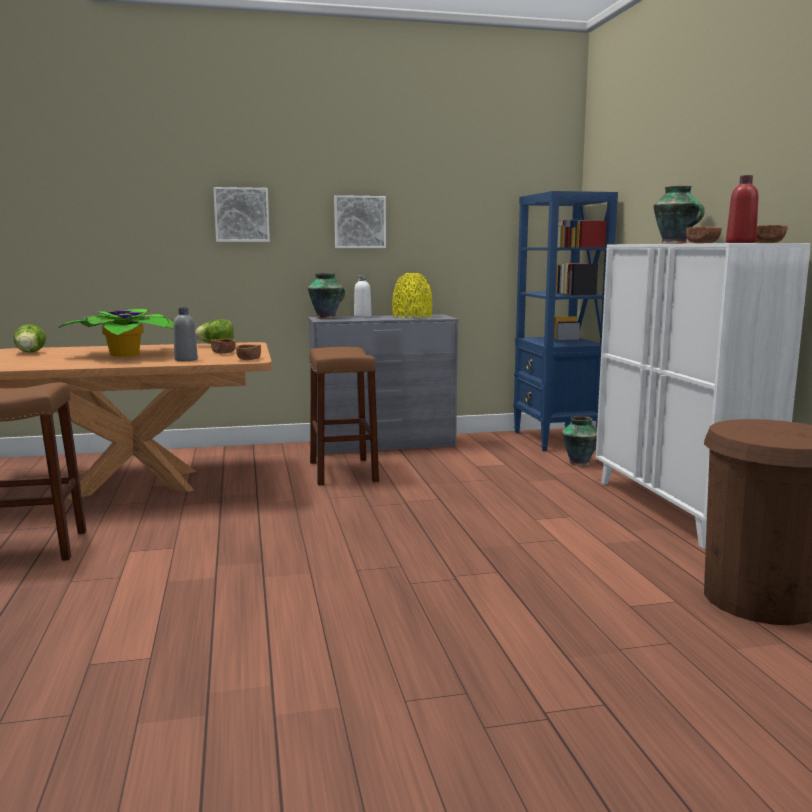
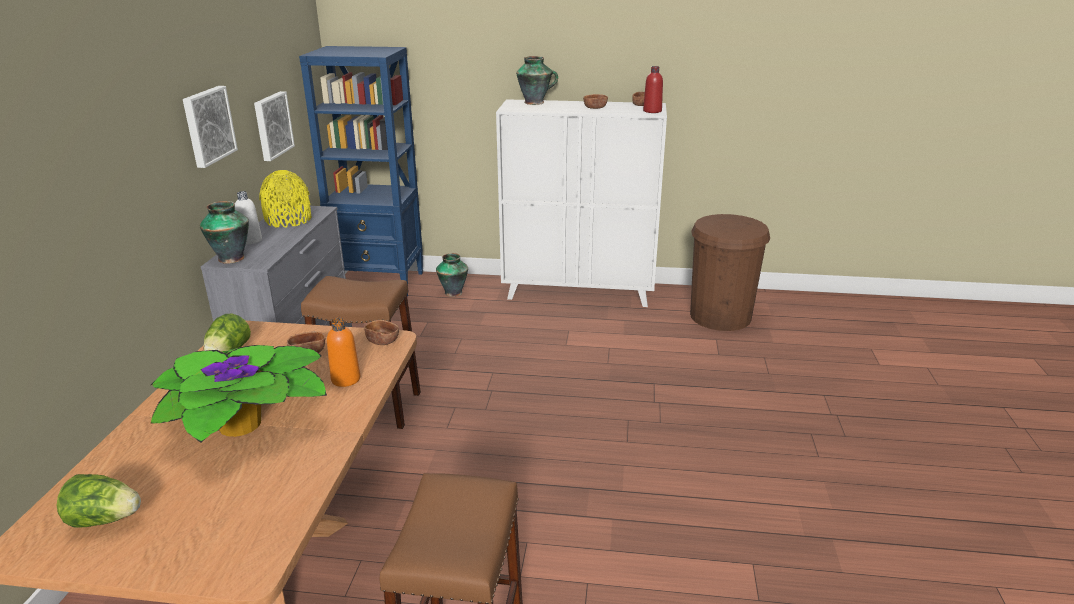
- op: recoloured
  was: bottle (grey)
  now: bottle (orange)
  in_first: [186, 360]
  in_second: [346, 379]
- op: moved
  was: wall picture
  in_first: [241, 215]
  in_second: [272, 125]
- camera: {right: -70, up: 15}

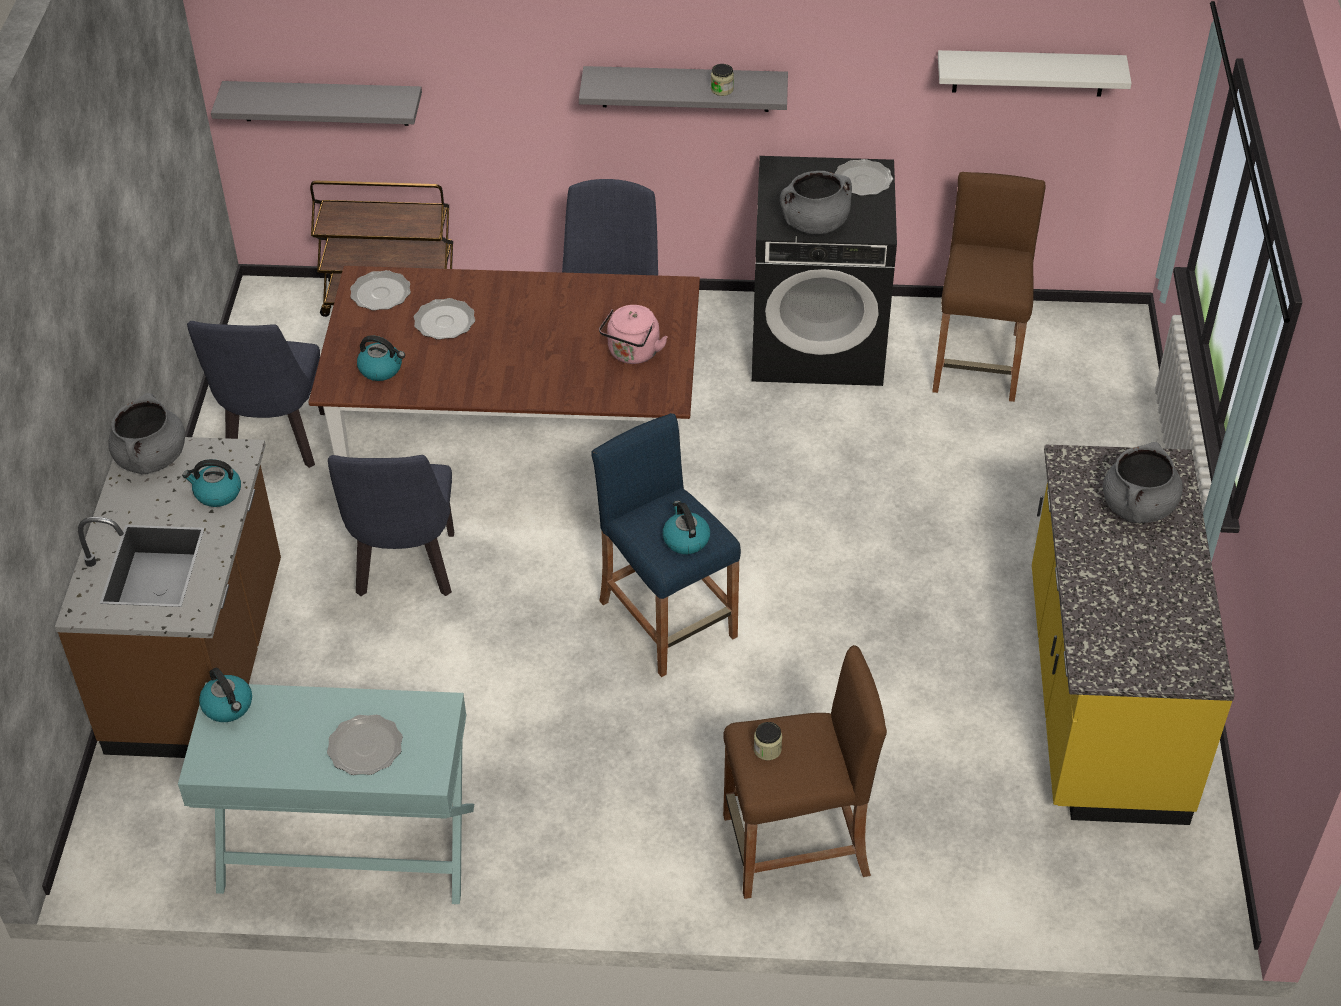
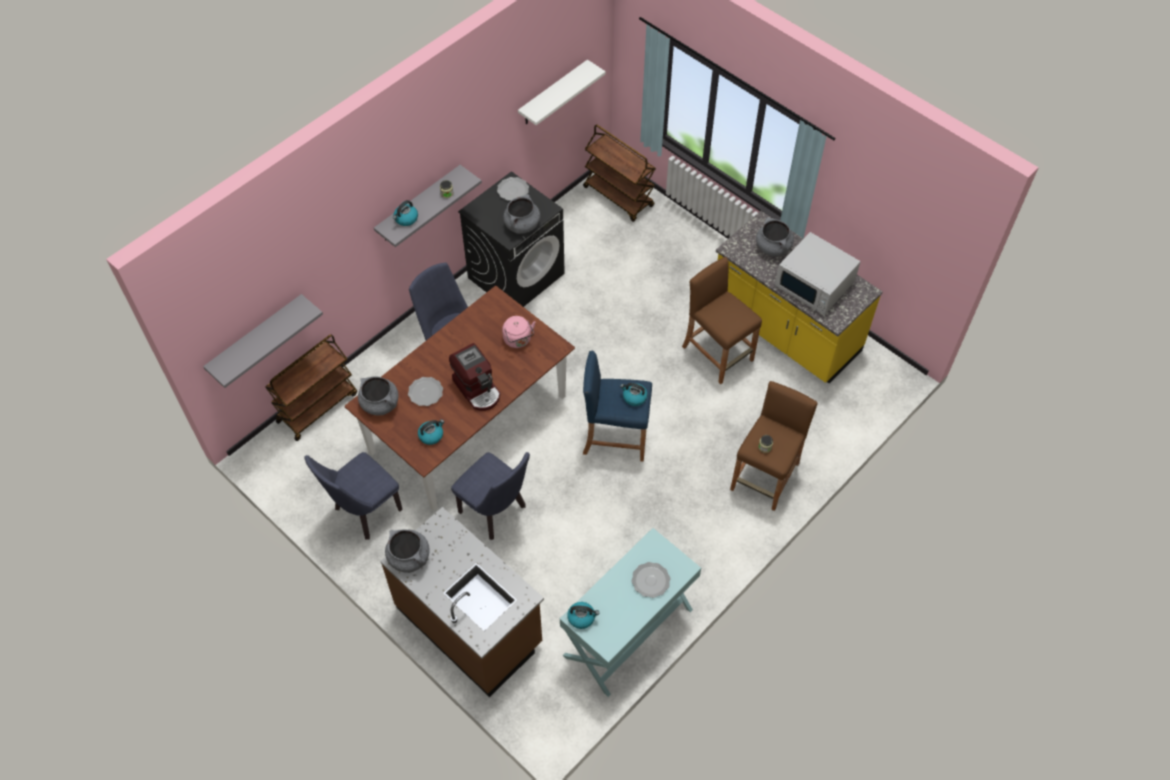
- op: moved
  was: tea kettle
  in_first: [217, 493]
  in_second: [406, 219]
- op: turned
  was: plain chair (blue-coloured)
  in_first: [276, 444]
  in_second: [364, 513]
  clockwise: 90
- op: replaced
  was: plate
  now: saucepot (grey)
  in_first: [381, 293]
  in_second: [380, 404]
- op: moved
  was: stool (brownish)
  in_first: [977, 362]
  in_second: [717, 353]
- op: added
  now: coffee maker
  in_second: [478, 389]
- op: added
  now: trolley (brownish)
  in_second: [619, 197]
- op: added
  now: kitchen microwave (white)
  in_second: [814, 285]
- camera: {right: -50, up: 10}

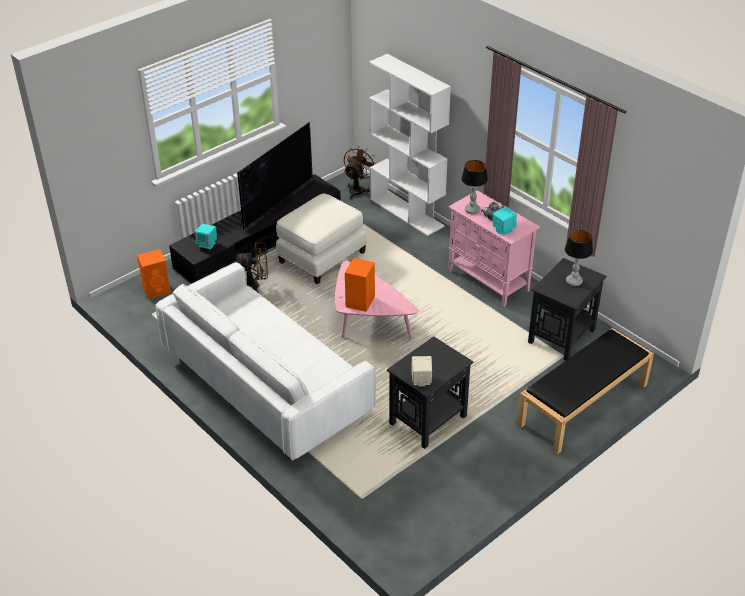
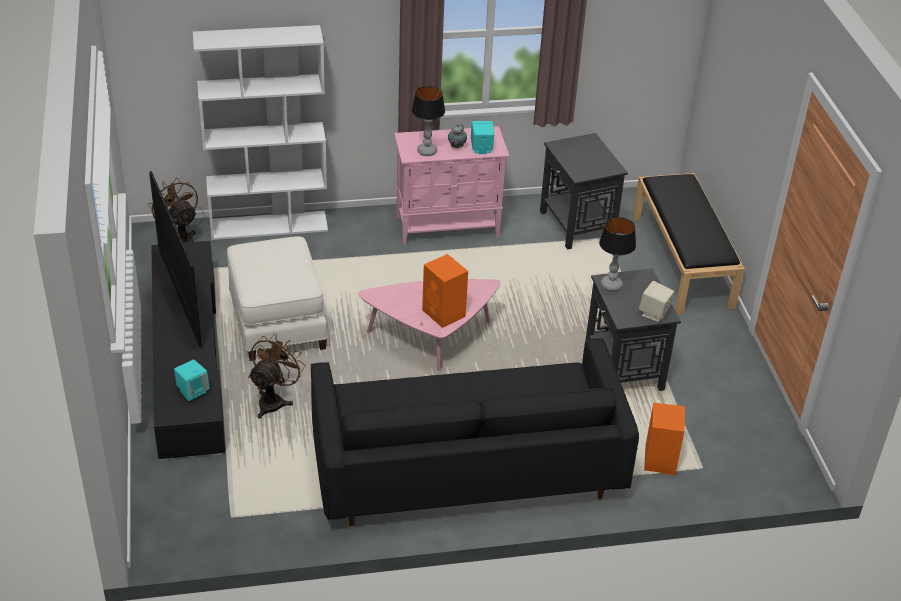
- op: moved
  was: loudspeaker (orange)
  in_first: [157, 289]
  in_second: [660, 459]
- op: recoloured
  was: couch (white)
  now: couch (black-coloured)
  in_first: [267, 386]
  in_second: [466, 467]
- op: moved
  was: tabletop lamp
  in_first: [573, 281]
  in_second: [611, 285]
- camera: {right: -60, up: 0}

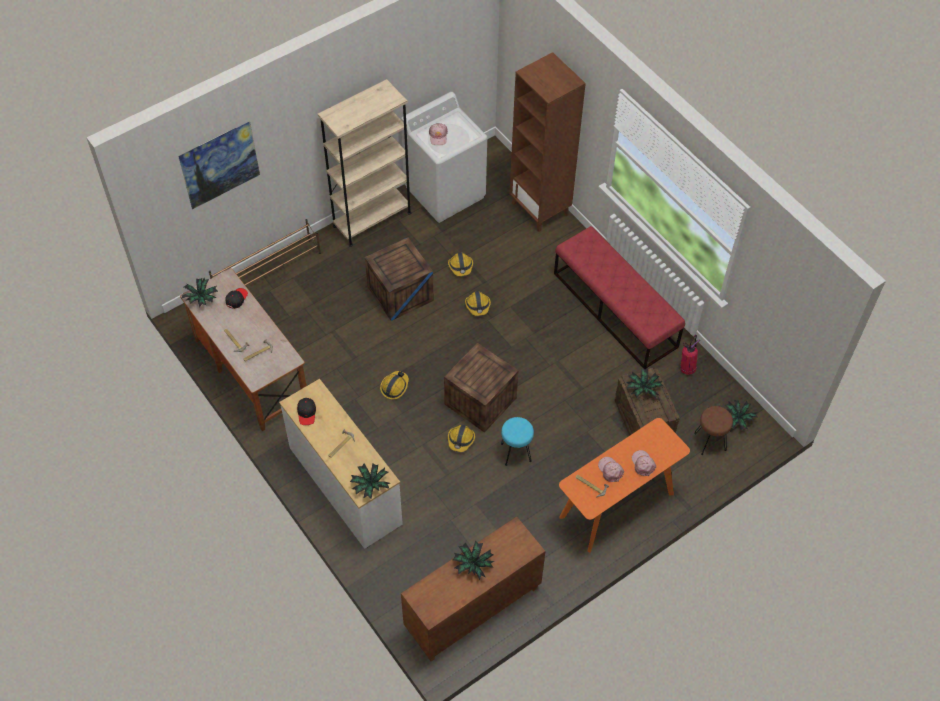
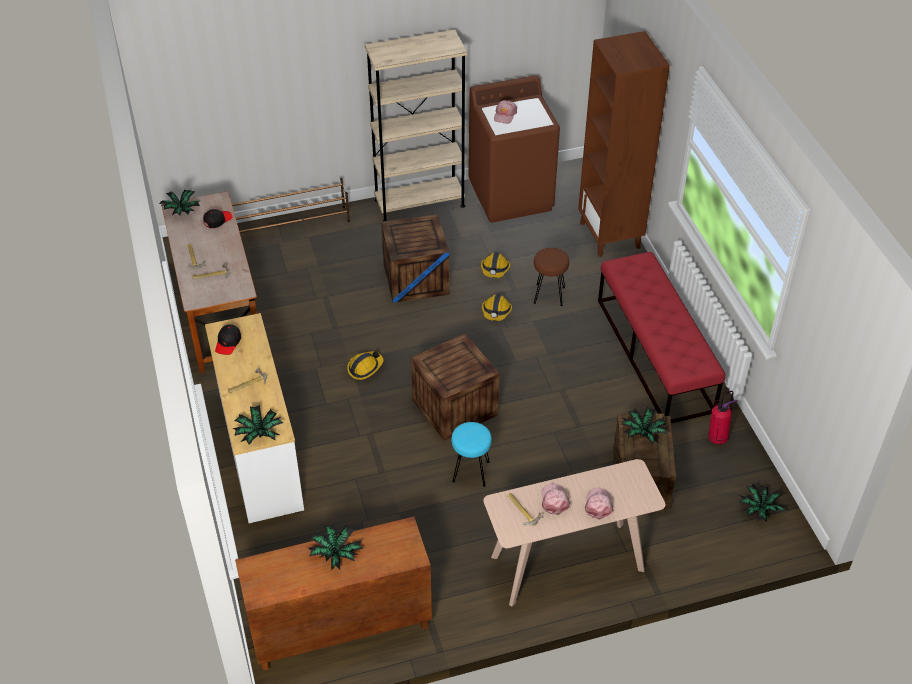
- op: removed
  was: wall picture
  in_first: [223, 179]
- op: recoloured
  was: laundry appliance (white)
  now: laundry appliance (brownish)
  in_first: [445, 192]
  in_second: [511, 195]
- op: removed
  was: safety helmet
  in_first: [461, 440]
- op: recoloured
  was: narrow table (orange)
  now: narrow table (beige-coloured)
  in_first: [617, 506]
  in_second: [567, 564]
- op: moved
  was: stool (brownish)
  in_first: [709, 441]
  in_second: [548, 295]
- camera: {right: 20, up: -10}

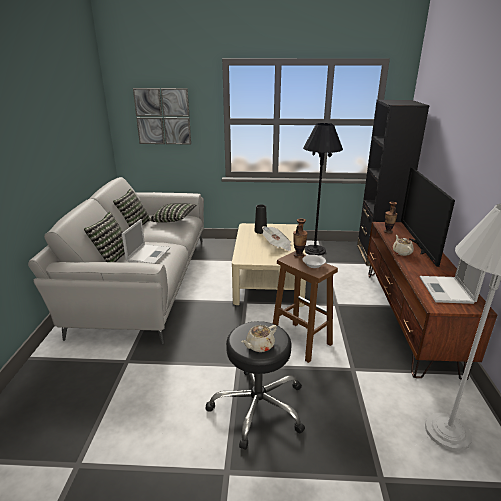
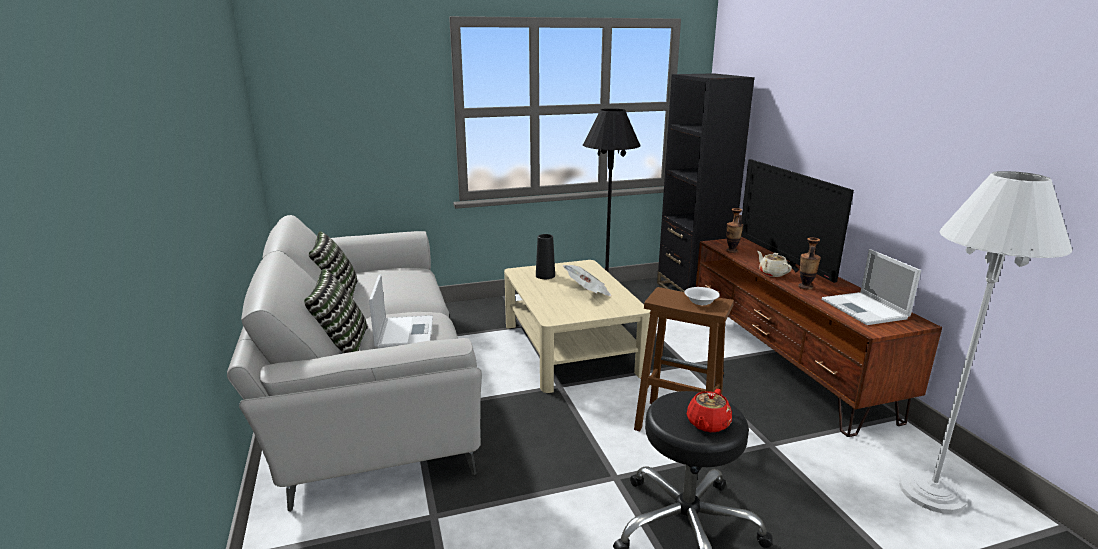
- op: removed
  was: wall picture
  in_first: [163, 116]
- op: removed
  was: pillow
  in_first: [173, 220]
- op: recoloured
  was: tea pot (beige-coloured)
  now: tea pot (red-coloured)
  in_first: [259, 346]
  in_second: [707, 424]
- op: moved
  was: decorative vase
  in_first: [299, 255]
  in_second: [805, 287]
- camera: {right: -20, up: -5}

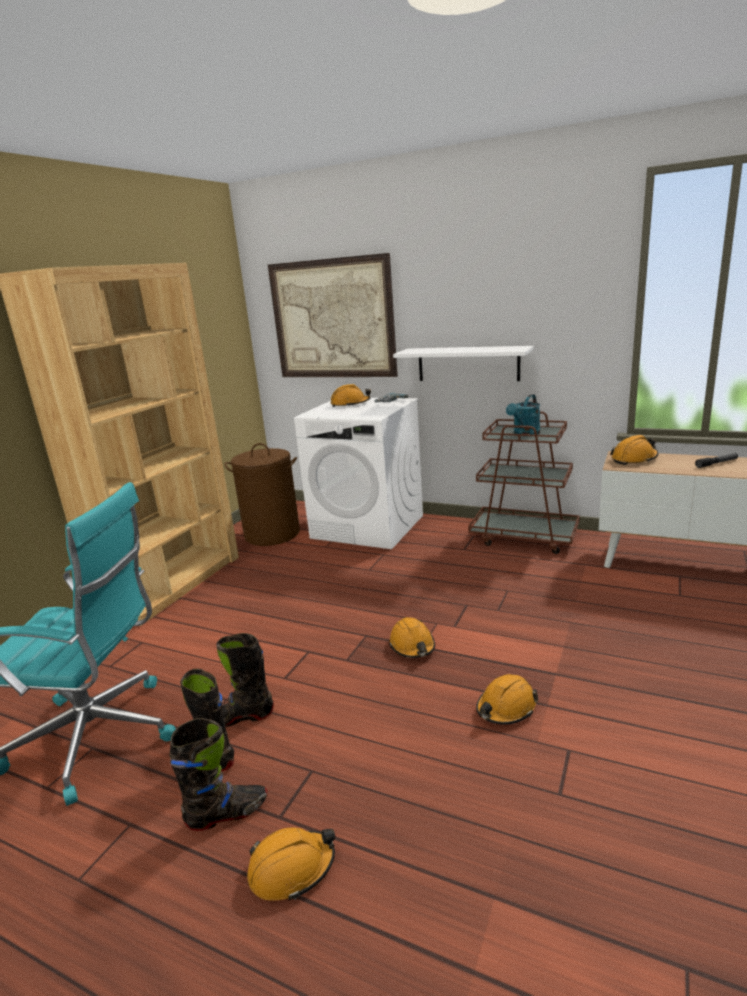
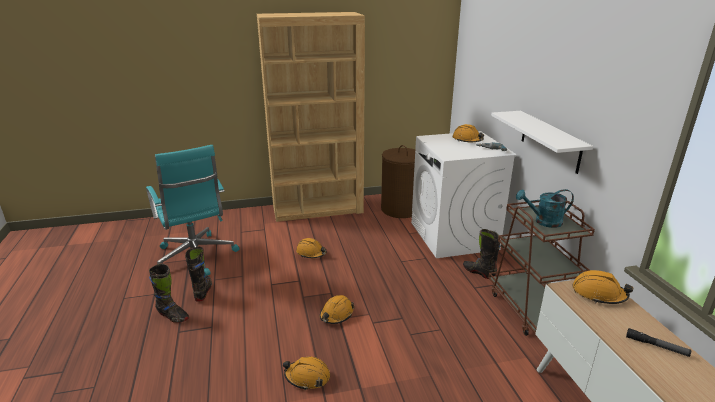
- op: moved
  was: high-top boot (black-coloured)
  in_first: [240, 717]
  in_second: [479, 272]
- op: moved
  was: safety helmet (orange)
  in_first: [292, 869]
  in_second: [311, 253]
- op: removed
  was: wall picture
  in_first: [332, 319]
- camera: {right: 50, up: 5}

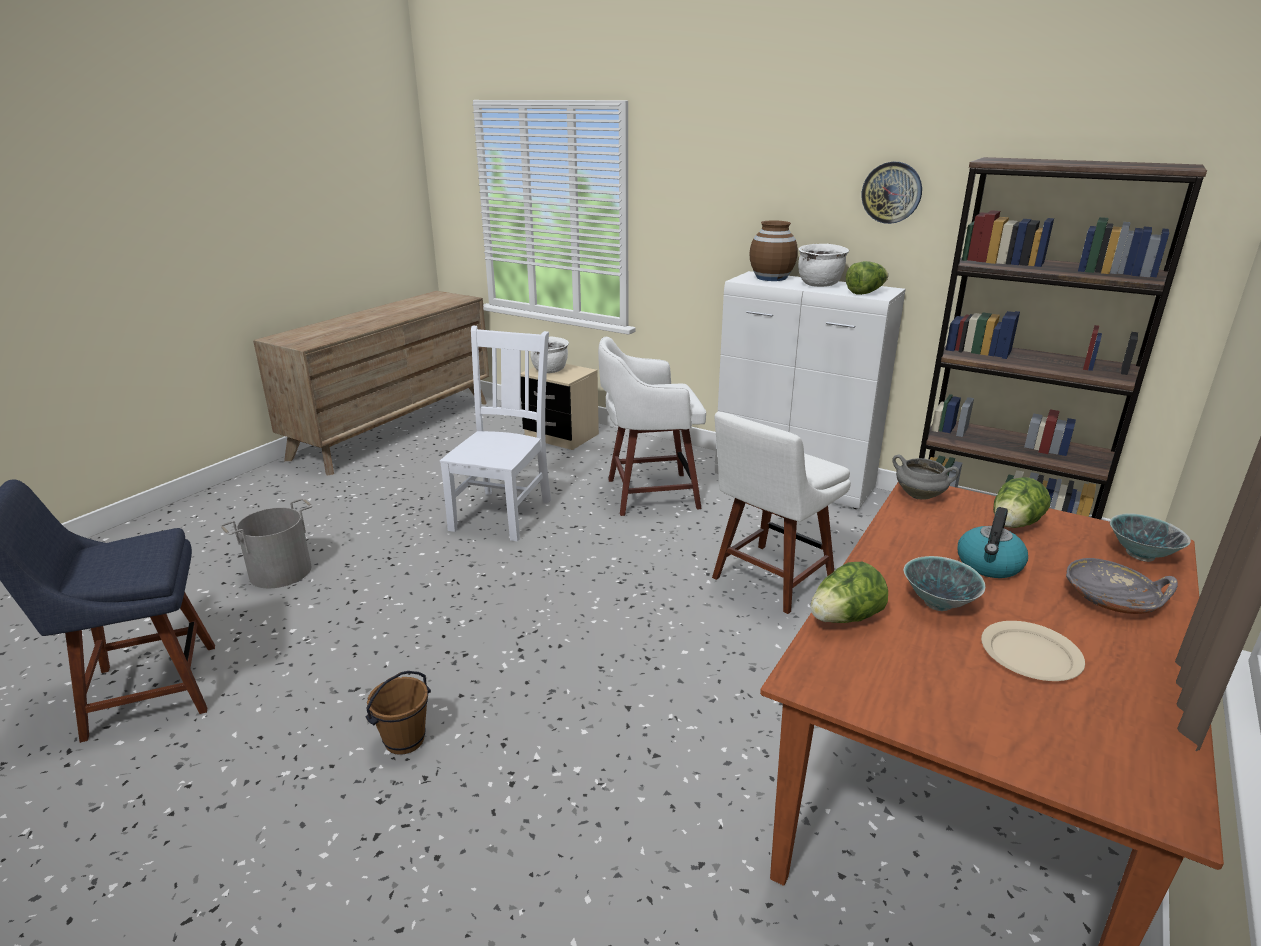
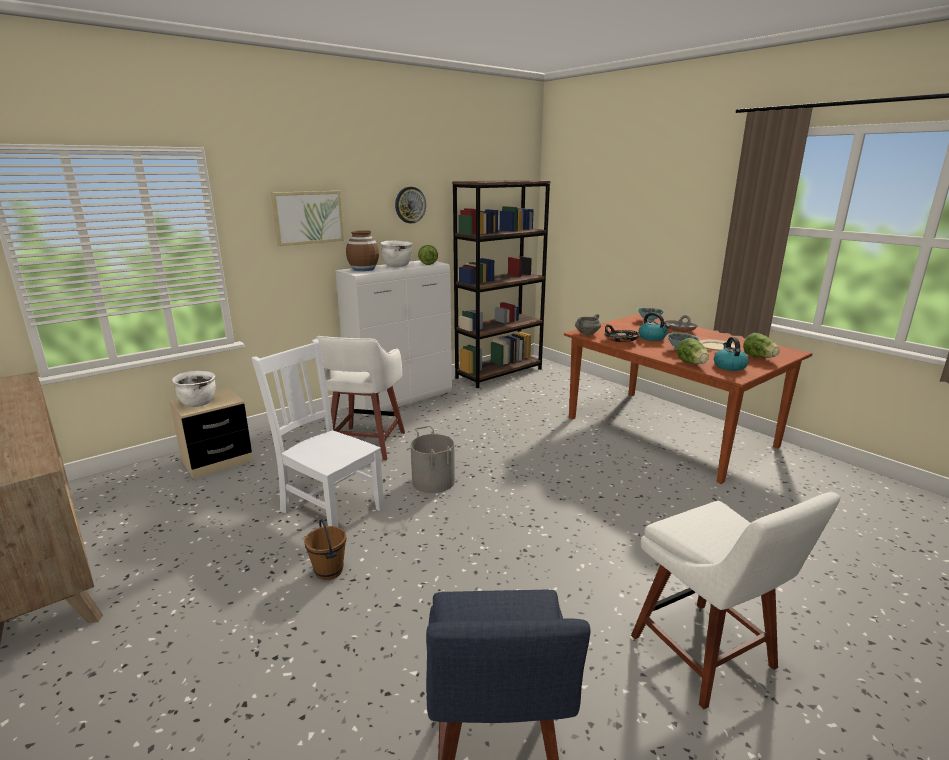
- op: moved
  was: bucket (grey)
  in_first: [280, 571]
  in_second: [432, 481]
- op: moved
  was: bucket (brownish)
  in_first: [404, 740]
  in_second: [328, 571]
- op: moved
  was: plain chair (white)
  in_first: [769, 580]
  in_second: [707, 656]
- op: moved
  was: lettuce head
  in_first: [1013, 525]
  in_second: [759, 357]
- op: added
  now: wall picture
  in_second: [308, 217]
- op: added
  now: deep dish (black-coloured)
  in_second: [620, 341]
- op: added
  now: tea kettle
  in_second: [729, 366]
- camera: {right: -70, up: -5}

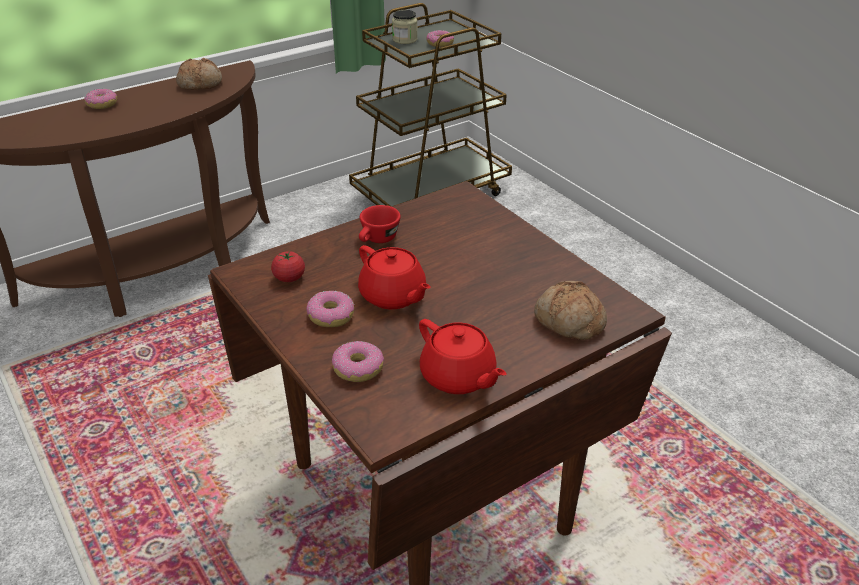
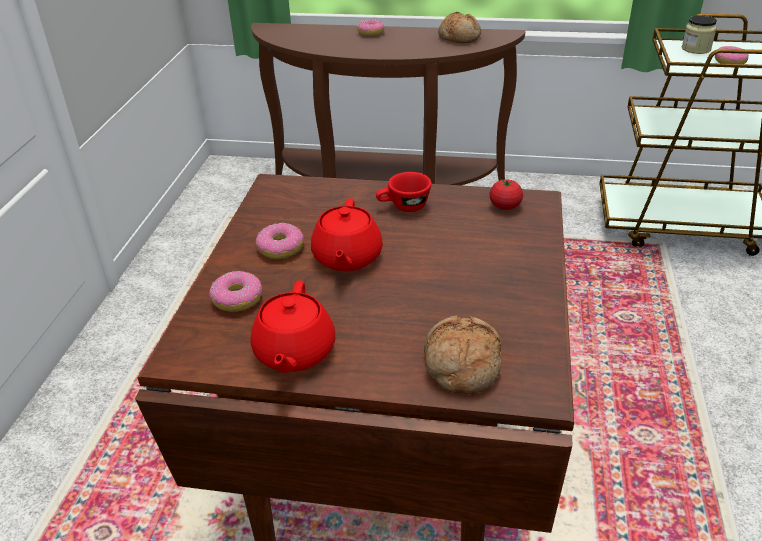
- op: moved
  was: whole tomato
  in_first: [289, 278]
  in_second: [505, 206]
- camera: {right: 45, up: 0}

